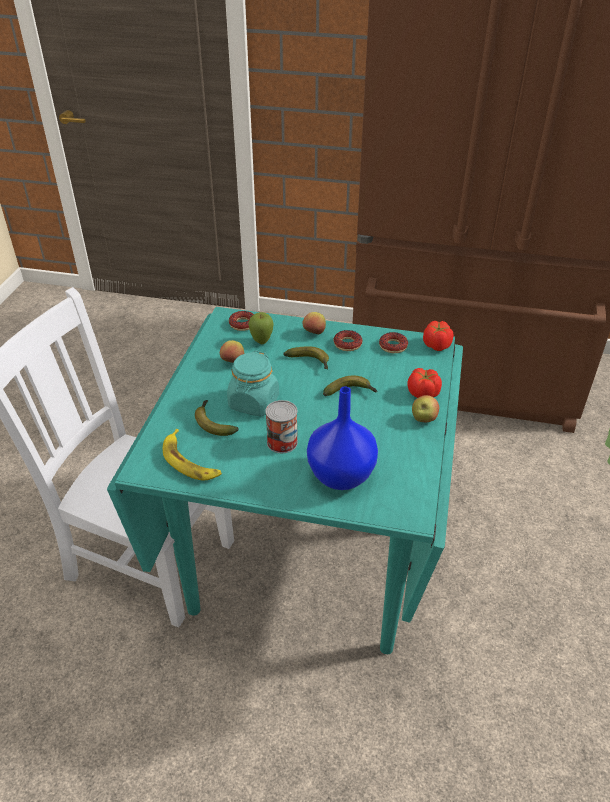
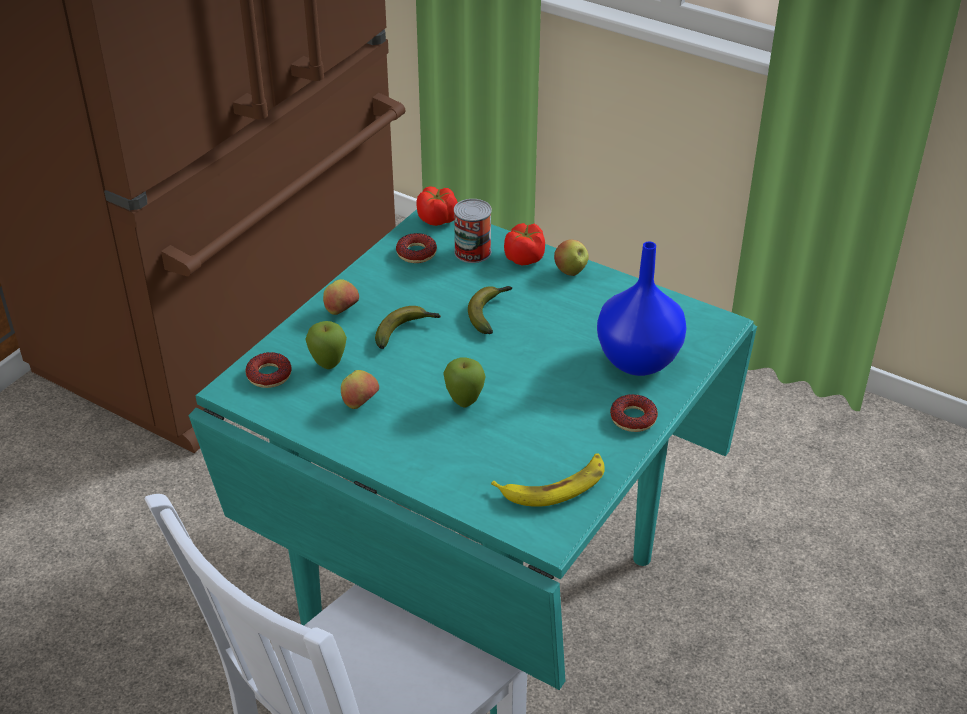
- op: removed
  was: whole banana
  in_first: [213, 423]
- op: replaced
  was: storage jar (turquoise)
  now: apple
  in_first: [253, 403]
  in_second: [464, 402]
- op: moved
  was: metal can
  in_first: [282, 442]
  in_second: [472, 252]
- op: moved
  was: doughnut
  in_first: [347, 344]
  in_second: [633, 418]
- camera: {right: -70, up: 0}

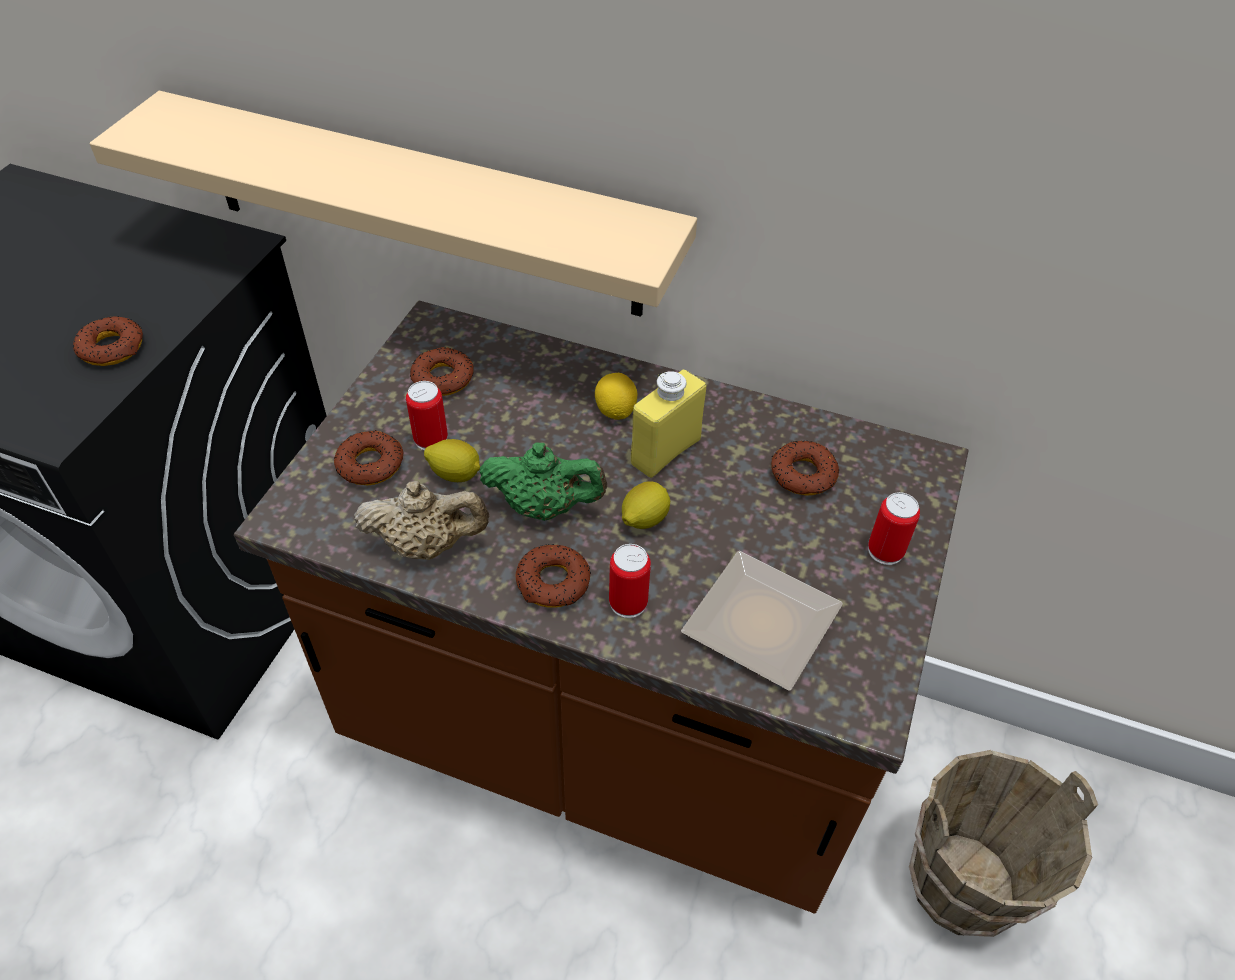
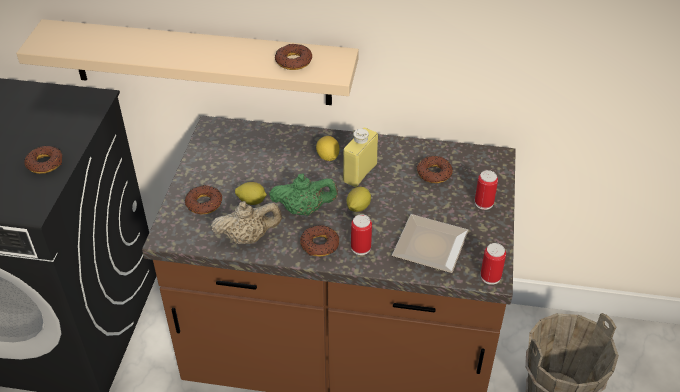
- op: moved
  was: metal can
  in_first: [431, 439]
  in_second: [490, 277]
- op: moved
  was: doughnut
  in_first: [442, 378]
  in_second: [293, 61]
- camera: {right: -10, up: -5}

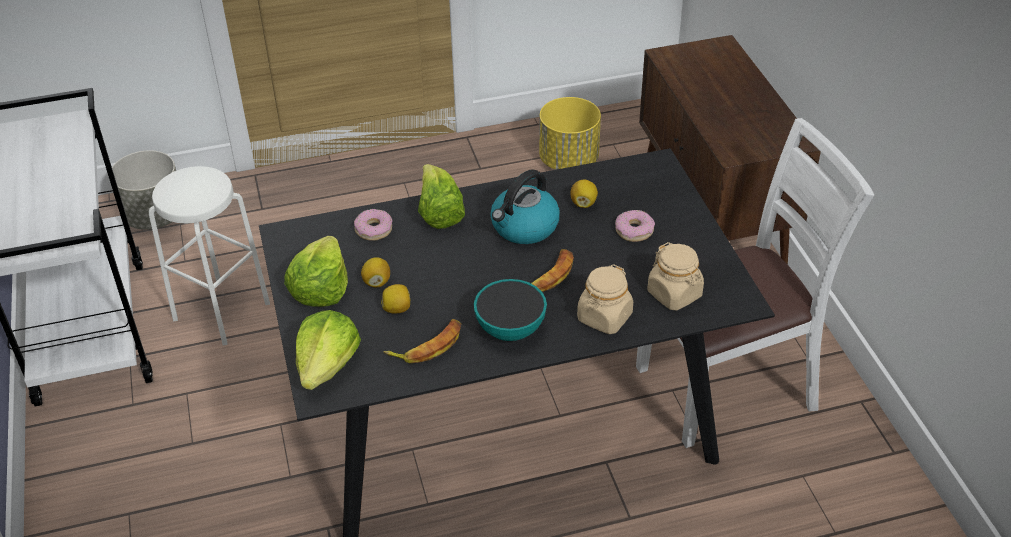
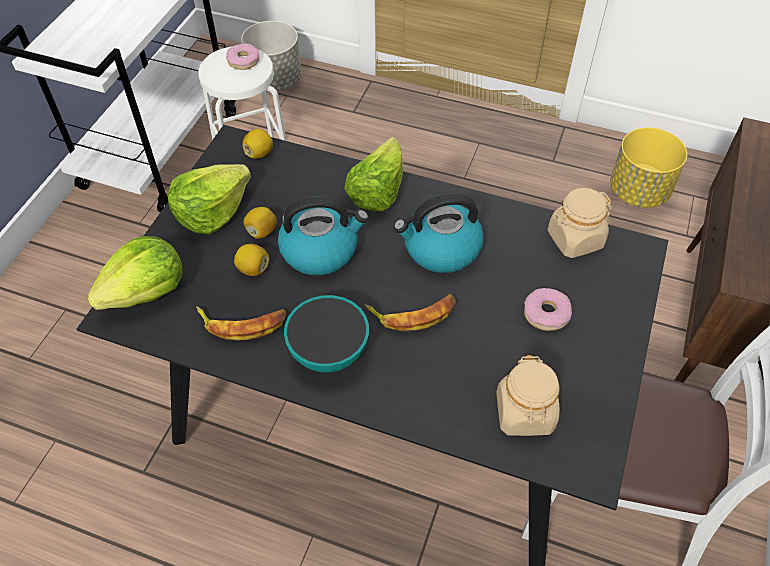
- op: moved
  was: doughnut
  in_first: [373, 229]
  in_second: [243, 61]
- op: moved
  was: whole lemon
  in_first: [583, 203]
  in_second: [259, 153]
- op: moved
  was: storage jar (beige-coloured)
  in_first: [604, 317]
  in_second: [574, 239]
- op: added
  now: tea kettle
  in_second: [321, 250]
- camera: {right: 35, up: 10}

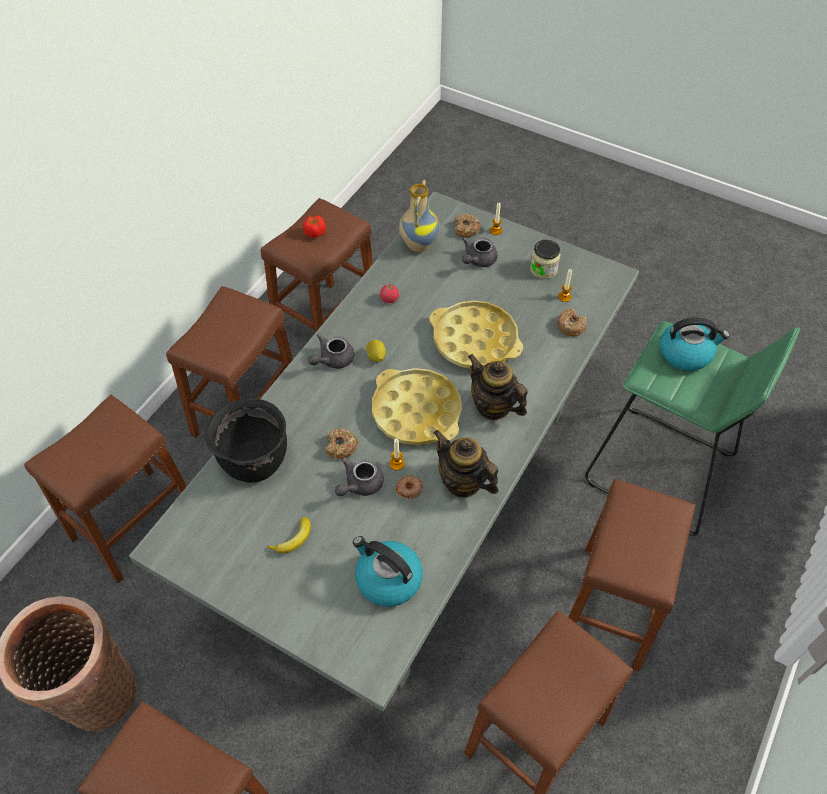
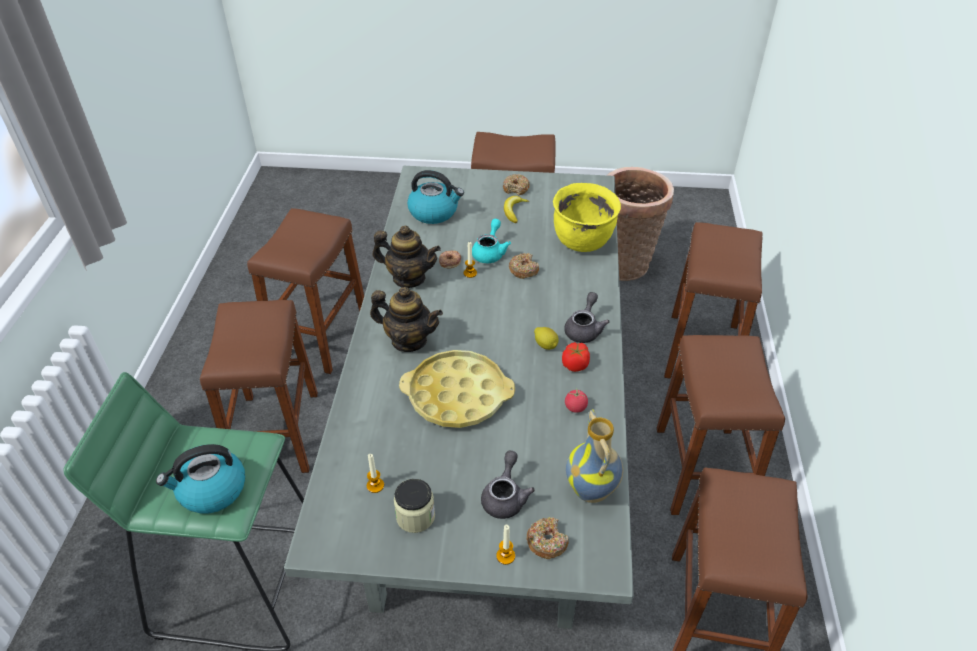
- op: recoloured
  was: saucepot (black-coloured)
  now: saucepot (yellow-coloured)
  in_first: [254, 460]
  in_second: [583, 241]
- op: moved
  was: whole tomato
  in_first: [315, 233]
  in_second: [575, 364]
- op: recoloured
  was: tea pot (grey)
  now: tea pot (turquoise)
  in_first: [360, 485]
  in_second: [490, 252]
- op: removed
  was: tray (yellow-coloured)
  in_first: [416, 412]
- op: moved
  was: doughnut
  in_first: [571, 326]
  in_second: [516, 188]
- camera: {right: 155, up: -10}

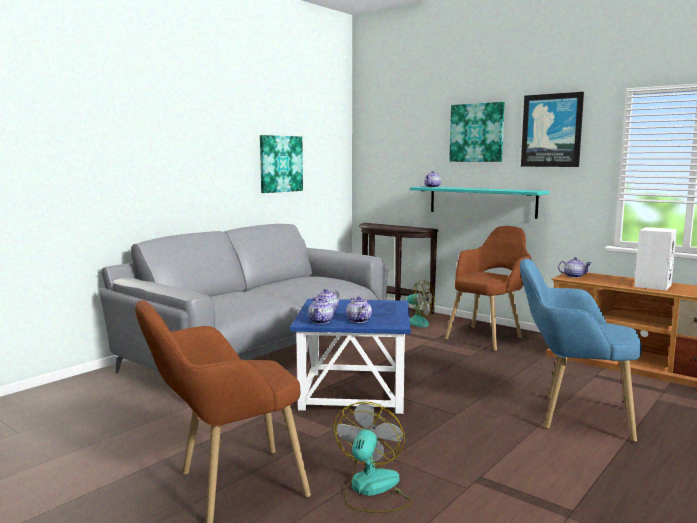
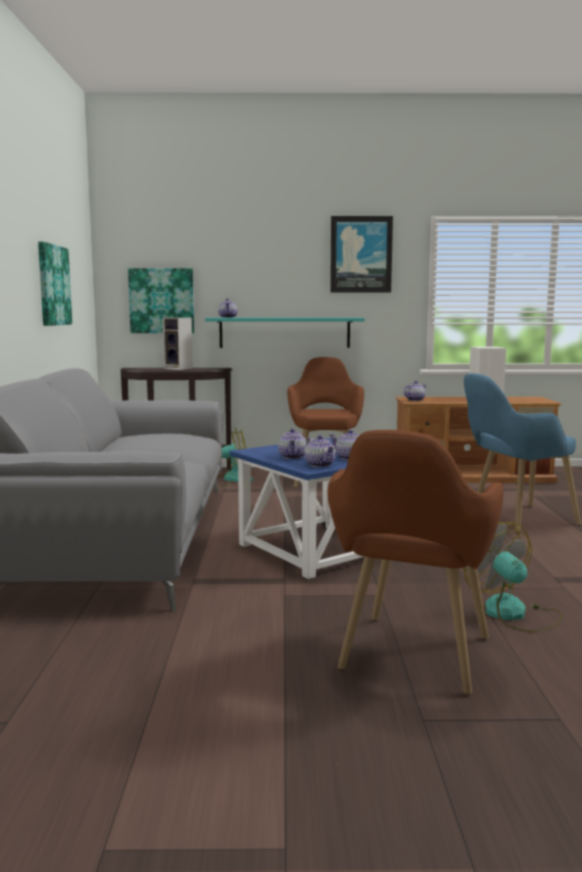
- op: moved
  was: wall picture
  in_first: [477, 132]
  in_second: [161, 301]
- op: added
  now: loudspeaker
  in_second: [179, 368]
- camera: {right: -40, up: 0}

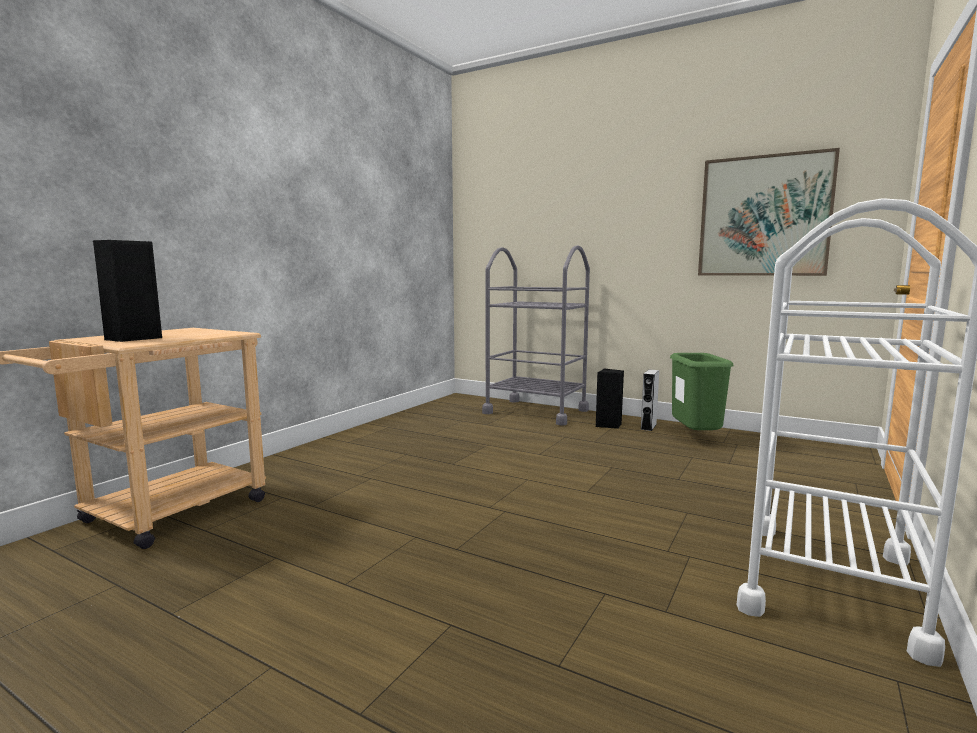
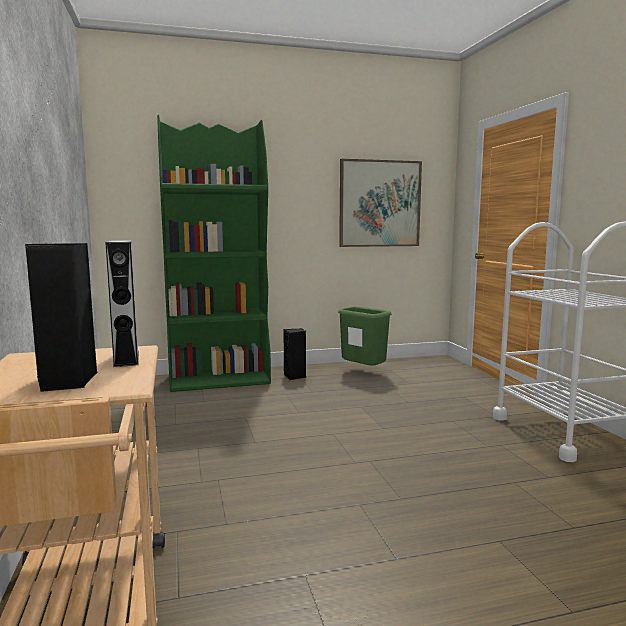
- op: replaced
  was: trolley (grey)
  now: bookcase (green-coloured)
  in_first: [536, 412]
  in_second: [220, 379]
- op: moved
  was: loudspeaker (grey)
  in_first: [648, 426]
  in_second: [126, 358]
- camera: {right: -45, up: 0}

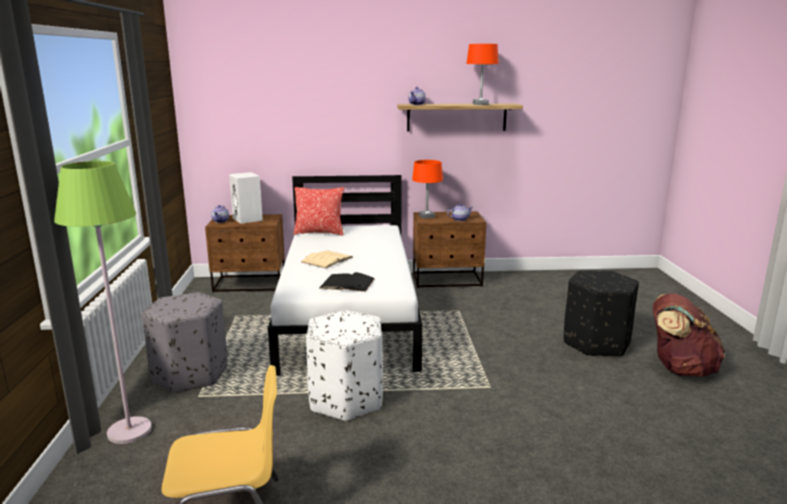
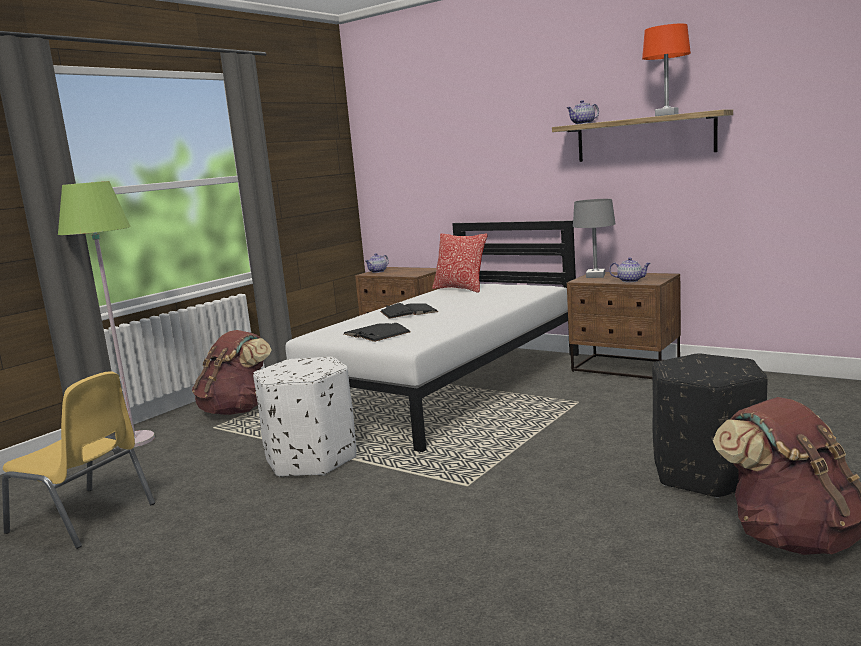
- op: replaced
  was: ottoman (grey)
  now: rucksack (brownish)
  in_first: [191, 375]
  in_second: [237, 410]
- op: removed
  was: loudspeaker (white)
  in_first: [248, 219]
- op: recoloured
  was: volume (beige-coloured)
  now: volume (black-coloured)
  in_first: [327, 259]
  in_second: [408, 311]
- op: recoloured
  was: tabletop lamp (orange)
  now: tabletop lamp (grey)
  in_first: [427, 216]
  in_second: [595, 276]
- camera: {right: 40, up: -5}

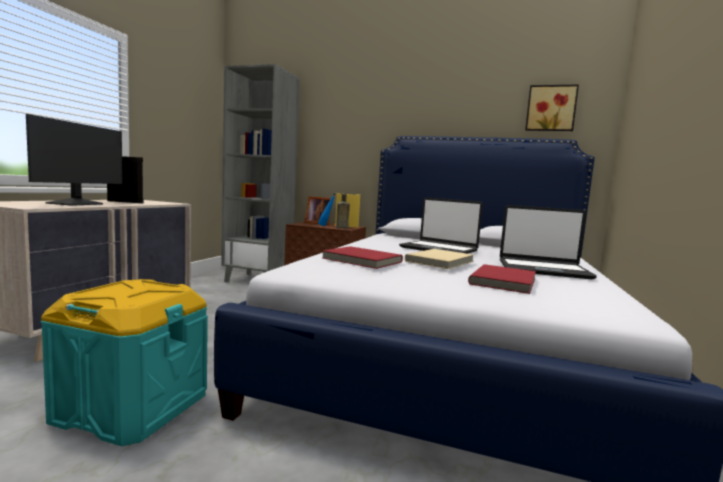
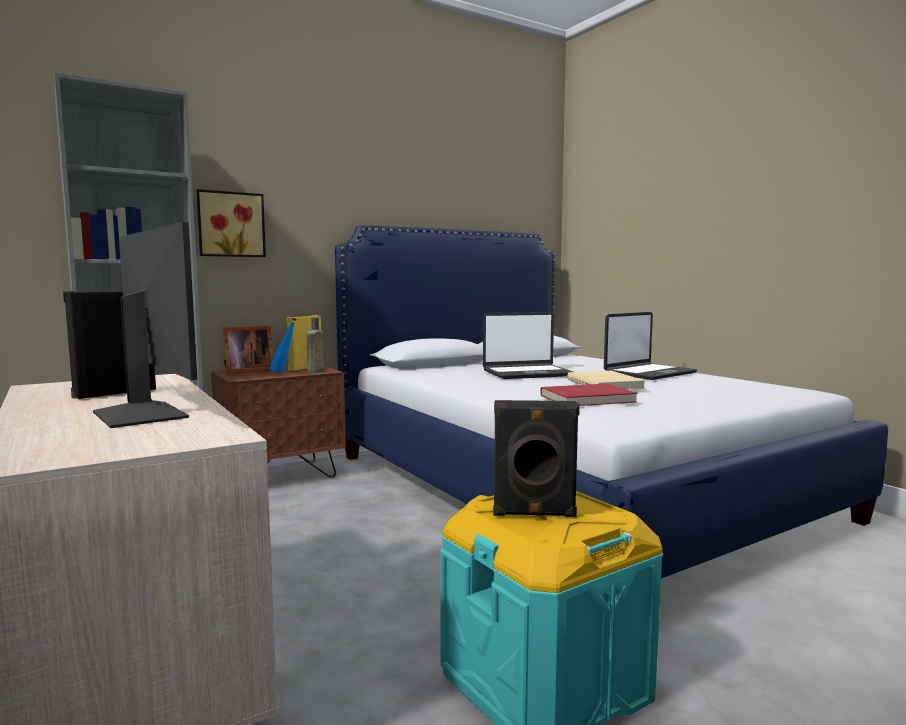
- op: removed
  was: volume (red-coloured)
  in_first: [505, 282]
- op: moved
  was: wall picture
  in_first: [550, 108]
  in_second: [231, 224]
- op: added
  now: loudspeaker (black-coloured)
  in_second: [534, 514]
- camera: {right: -50, up: 0}

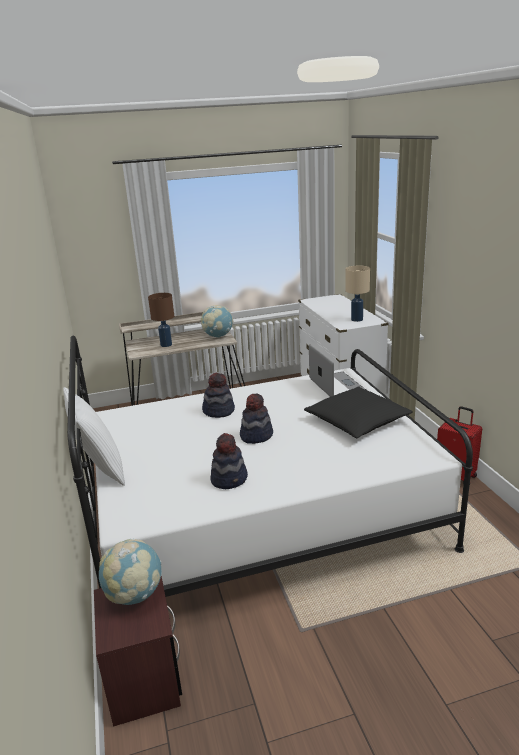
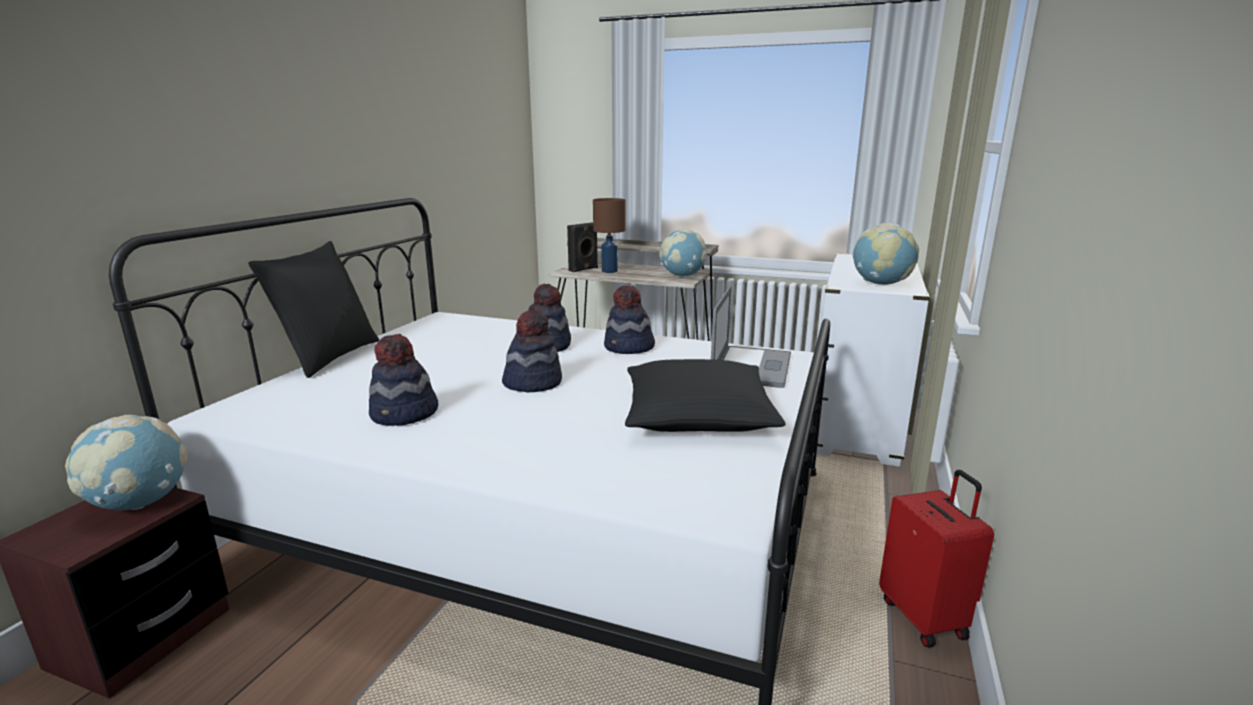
- op: recoloured
  was: pillow (white)
  now: pillow (black-coloured)
  in_first: [100, 469]
  in_second: [328, 357]
- op: replaced
  was: tabletop lamp (beige-coloured)
  now: desk globe
  in_first: [357, 320]
  in_second: [881, 284]
- op: added
  now: loudspeaker (black-coloured)
  in_second: [584, 269]
- op: added
  now: hat
  in_second: [629, 348]
- camera: {right: 35, up: -5}

